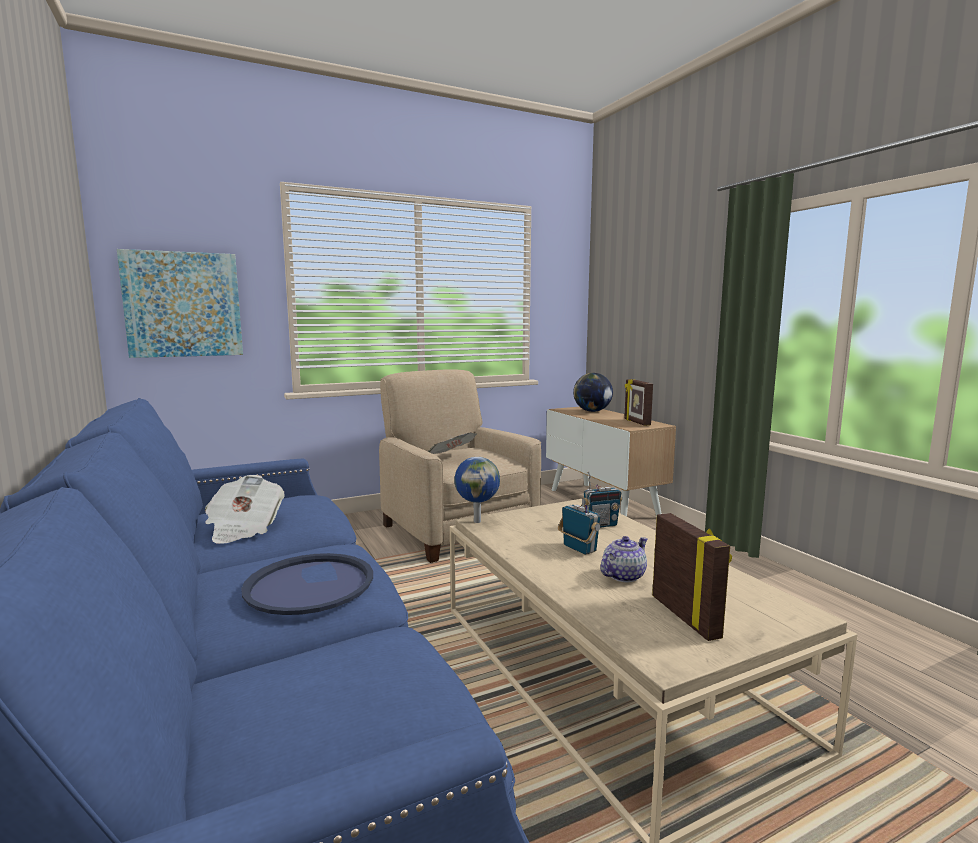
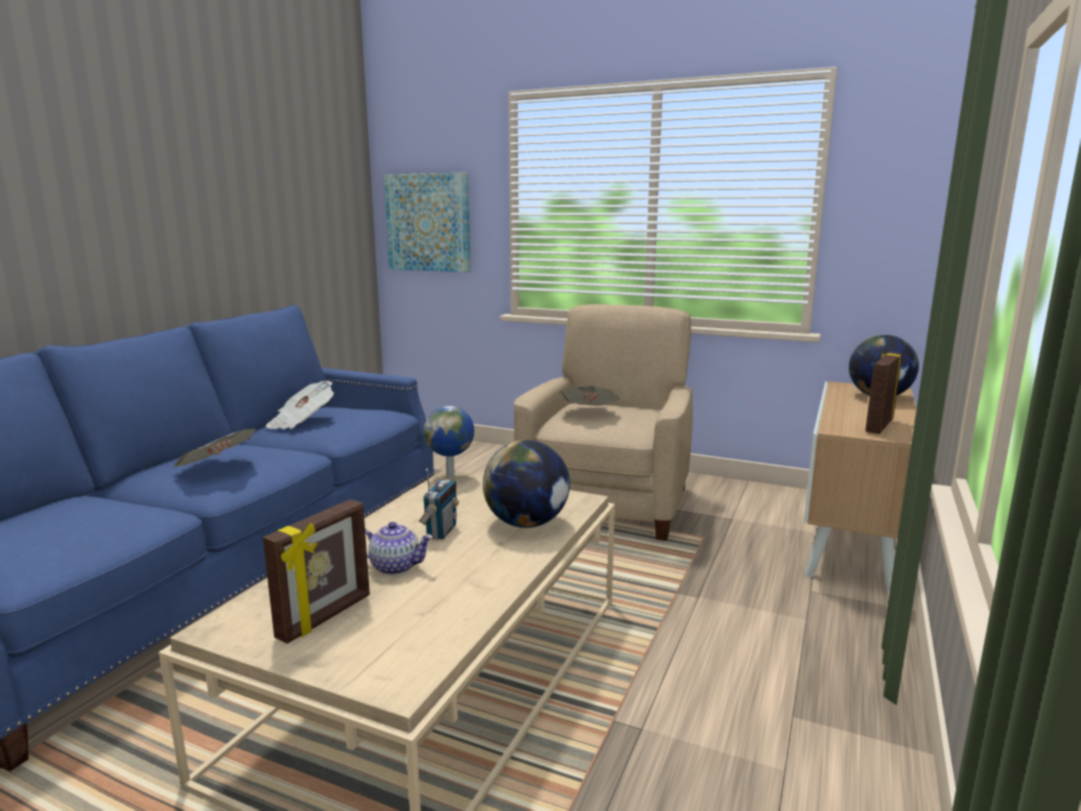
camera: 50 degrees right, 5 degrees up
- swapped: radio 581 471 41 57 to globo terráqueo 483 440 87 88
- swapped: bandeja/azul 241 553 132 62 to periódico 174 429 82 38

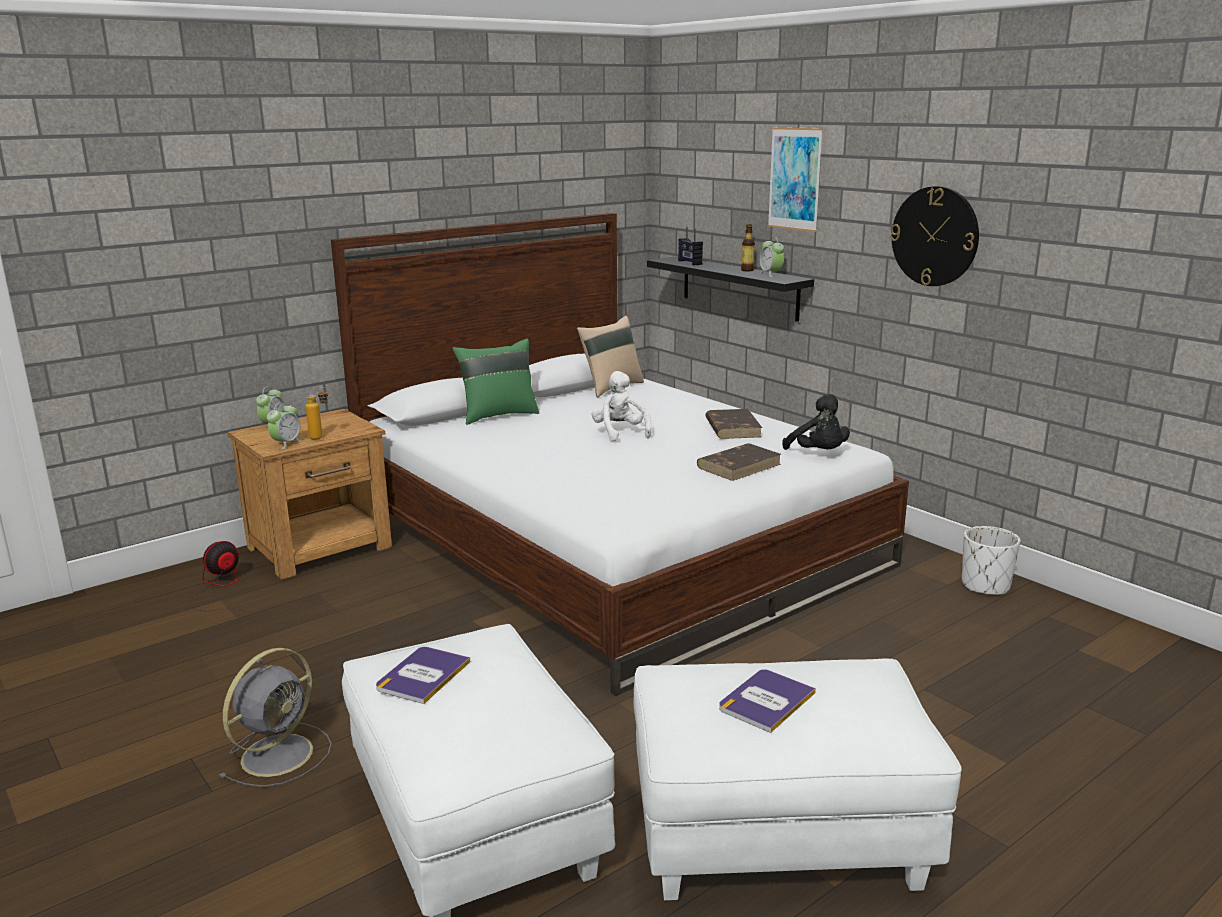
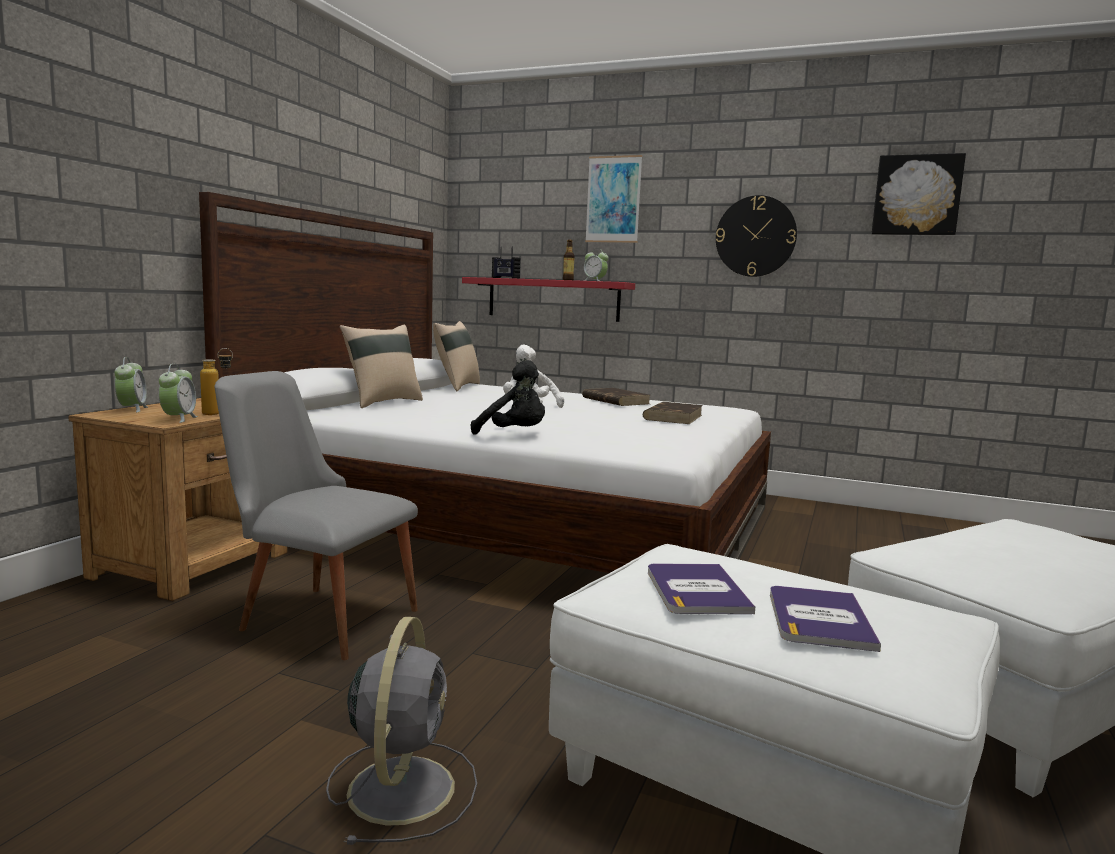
camera: 30 degrees left, 10 degrees down
- repainted: estante/negro 647 257 167 65 to estante/rojo 462 277 173 45
- repainted: cojín/verde 452 338 87 87 to cojín/beis 340 325 83 83
- shifted: peluche/negro 782 394 68 56 to 471 360 74 75
- gone: maceta/blanco 962 526 58 69
- gone: ventilador 185 541 63 73
- shifted: libro 719 669 97 64 to 770 586 111 66
- new: cuadro 872 153 94 82
- new: silla/gris 214 371 204 289

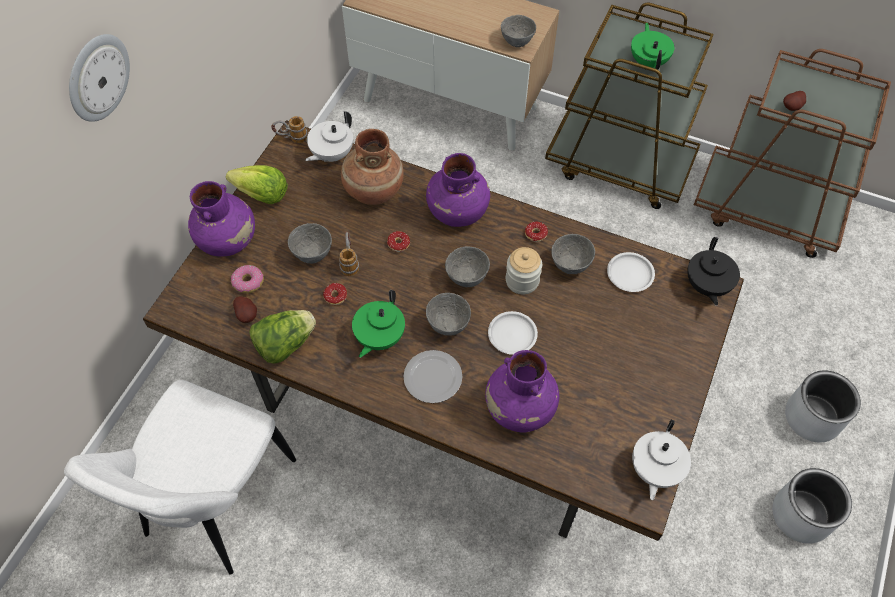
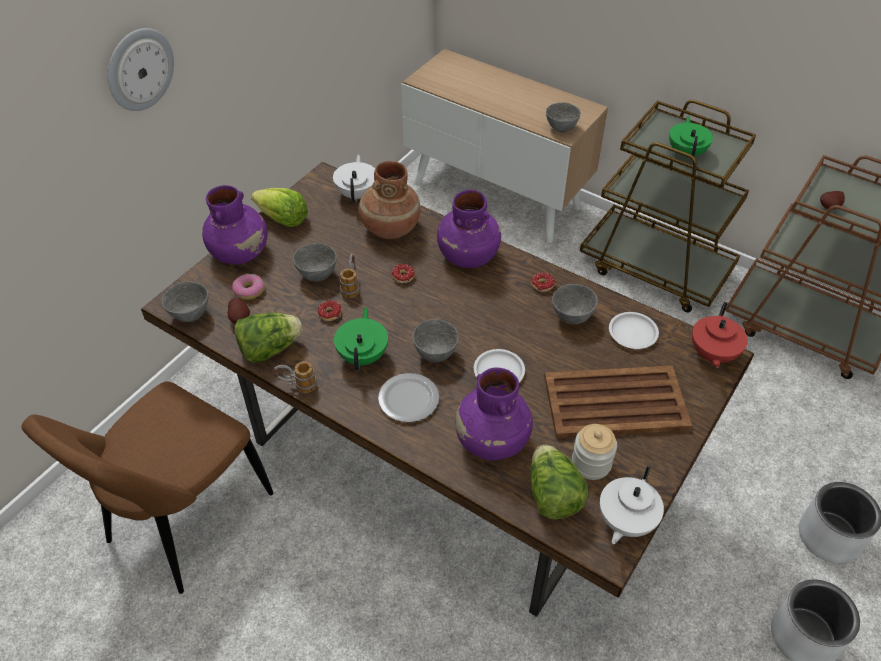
camera: 10 degrees right, 10 degrees down
- rotated: tetera/blanco 305 111 48 51 = 333 154 42 48 135 degrees clockwise
- shifted: taza grande 271 116 36 27 to 272 361 45 32
- repainted: tetera/negro 688 237 52 69 to tetera/rojo 692 302 56 66
- shifted: cuenco/gris 445 247 45 40 to 162 282 46 40
- shifted: tarro 506 247 36 47 to 572 424 45 56
- rotated: tetera/verde 352 290 53 68 = 334 307 54 64 150 degrees clockwise
- repainted: silla/blanco 64 380 232 195 to silla/marrón 21 381 252 213
- new: bandeja/marrón 544 365 148 73
- new: lechuga 530 445 59 75

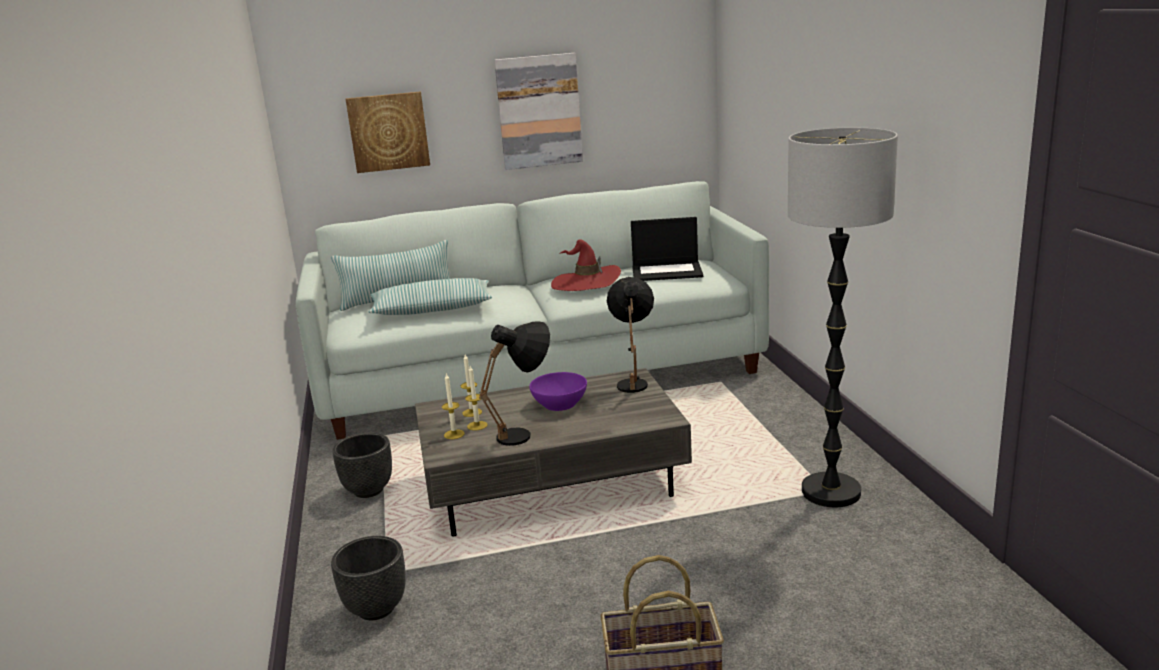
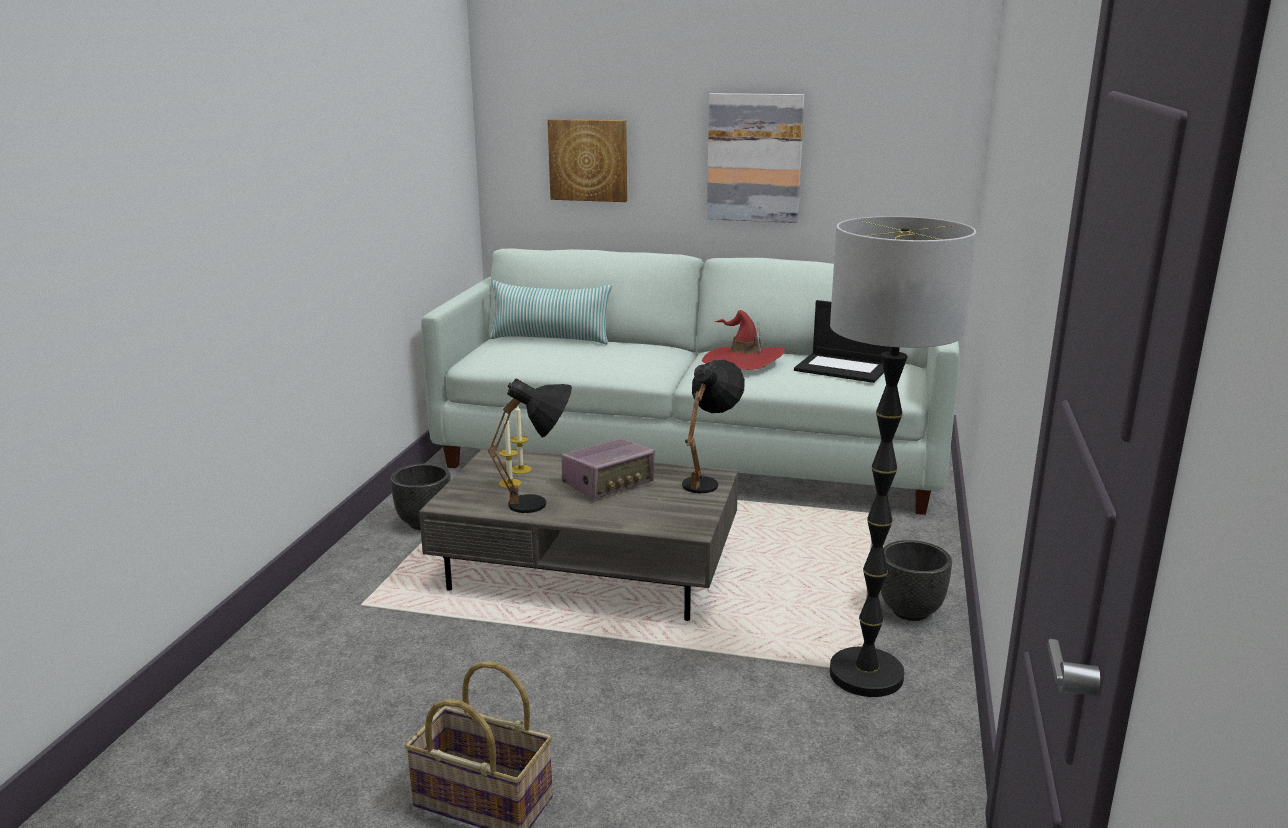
camera: 25 degrees right, 0 degrees up
- gone: cojín 369 278 123 37
- swapped: cuenco/morado 529 372 58 39 to radio 561 438 94 61
- gone: vela 442 374 23 65
- shifted: maceta/negro 331 536 75 84 to 881 540 71 81

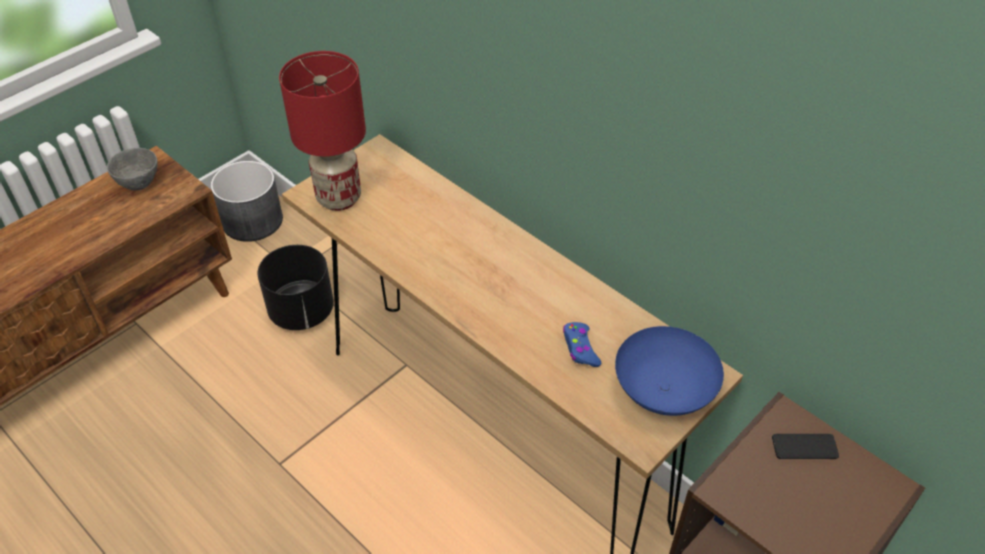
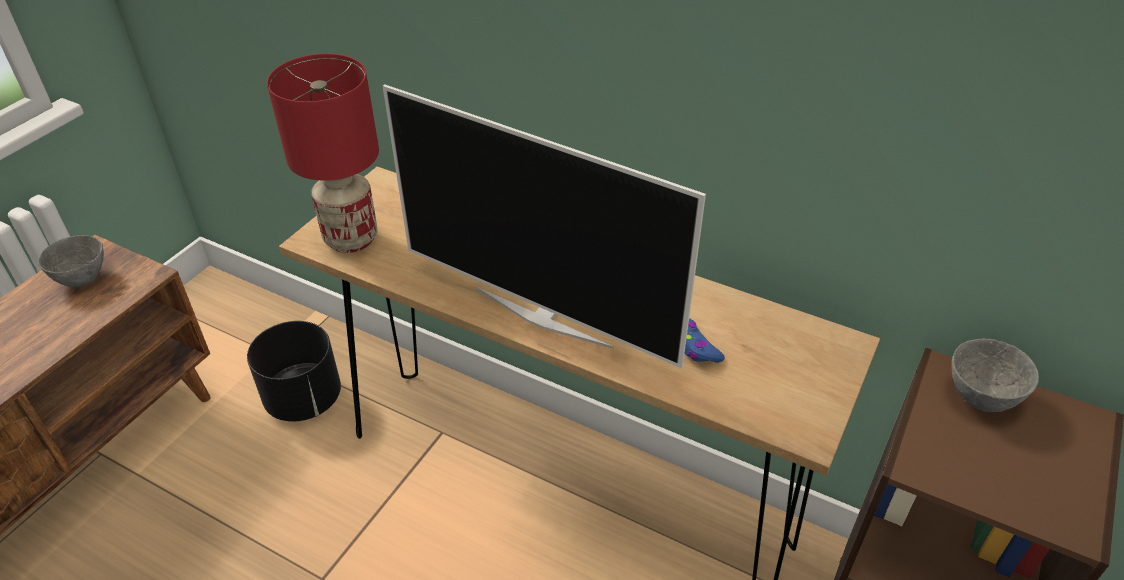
camera: 15 degrees left, 5 degrees down
- gone: maceta/gris 211 161 72 81
- gone: cuenco/azul 615 326 109 90
- swapped: móvil 772 434 67 25 to cuenco/gris 951 338 88 74
- new: televisor 383 84 323 284

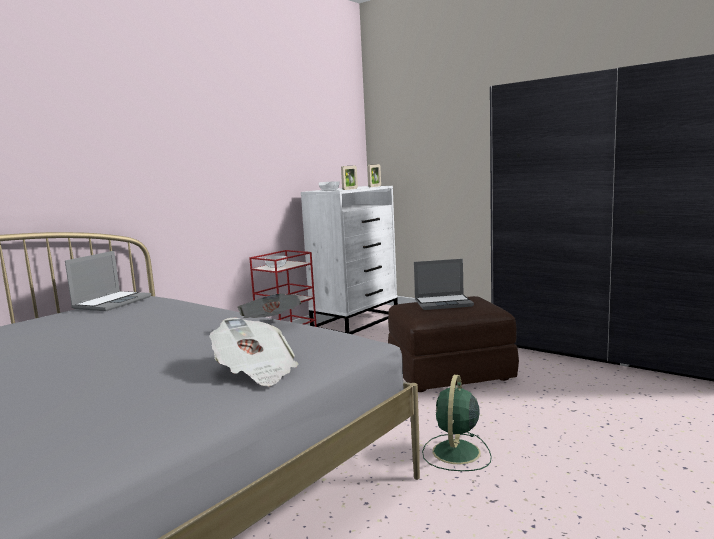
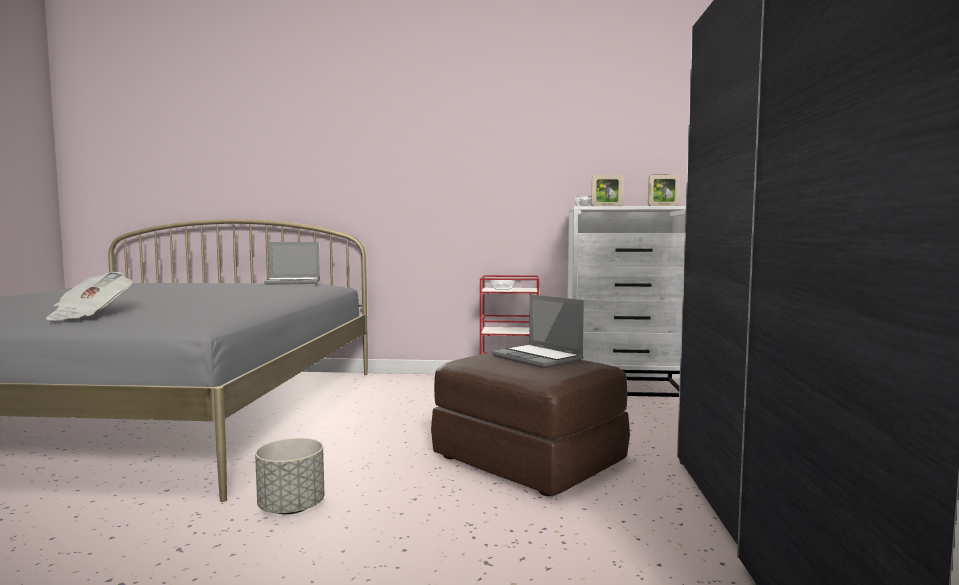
camera: 55 degrees right, 5 degrees down
- gone: periódico 237 294 64 24
- swapped: ventilador/verde 422 375 70 96 to maceta/gris 255 438 69 76

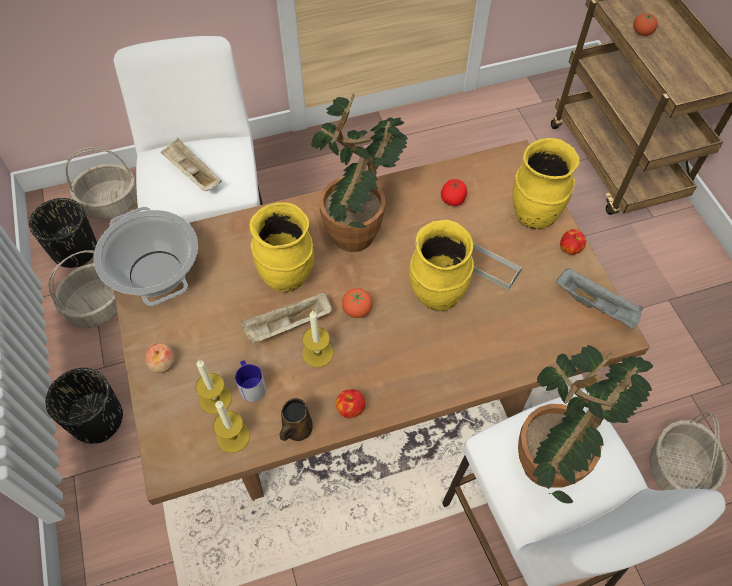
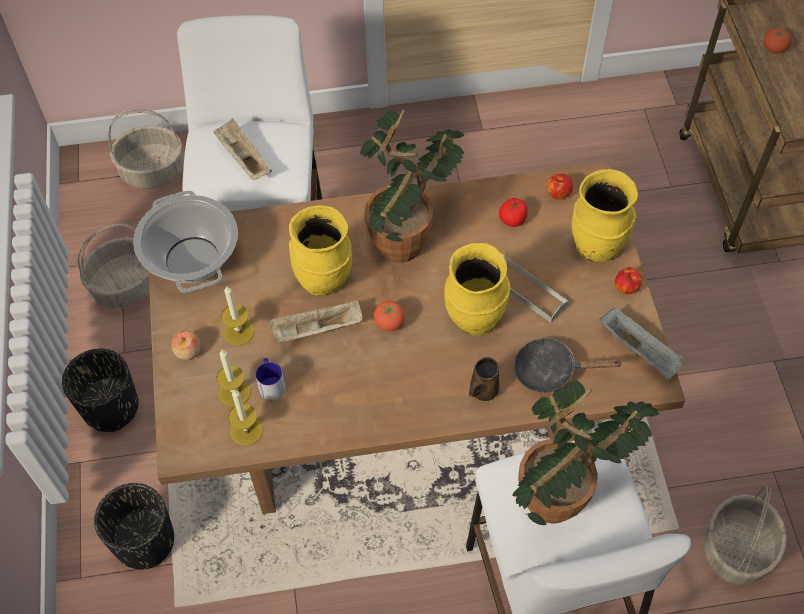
camera: 10 degrees right, 0 degrees up
- shifted: maceta/negro 29 198 68 70 to 94 483 80 86
- shifted: vela 302 310 31 57 to 221 287 34 58
- shifted: manzana 336 389 29 29 to 547 174 26 26
- shifted: taza grande/marrón 279 398 34 43 to 469 357 30 44
- new: sartén/negro 514 337 109 56

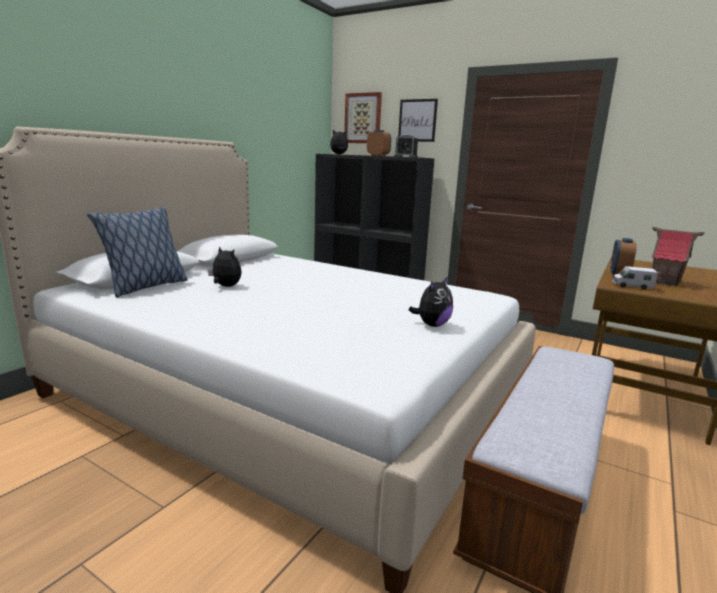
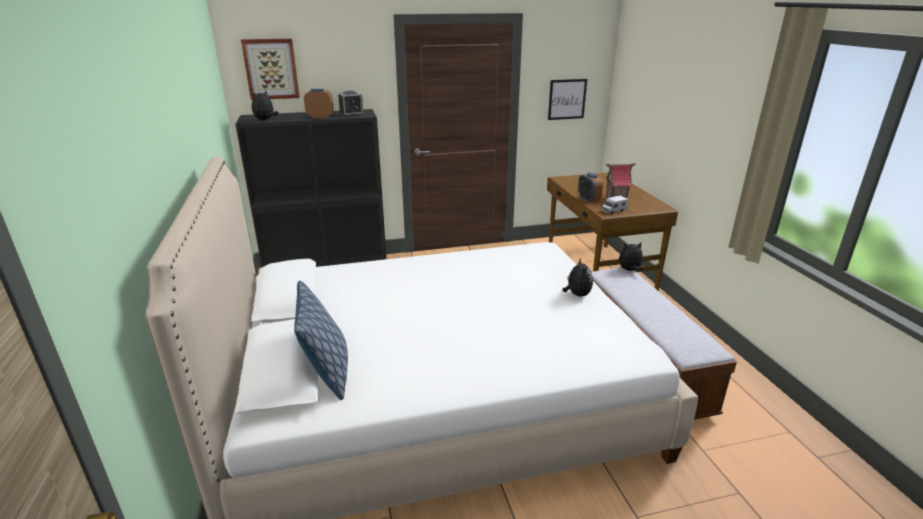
camera: 45 degrees left, 10 degrees up
- shifted: cuadro 398 99 40 43 to 548 79 39 41
- shifted: peluche 208 246 33 41 to 619 242 24 29

